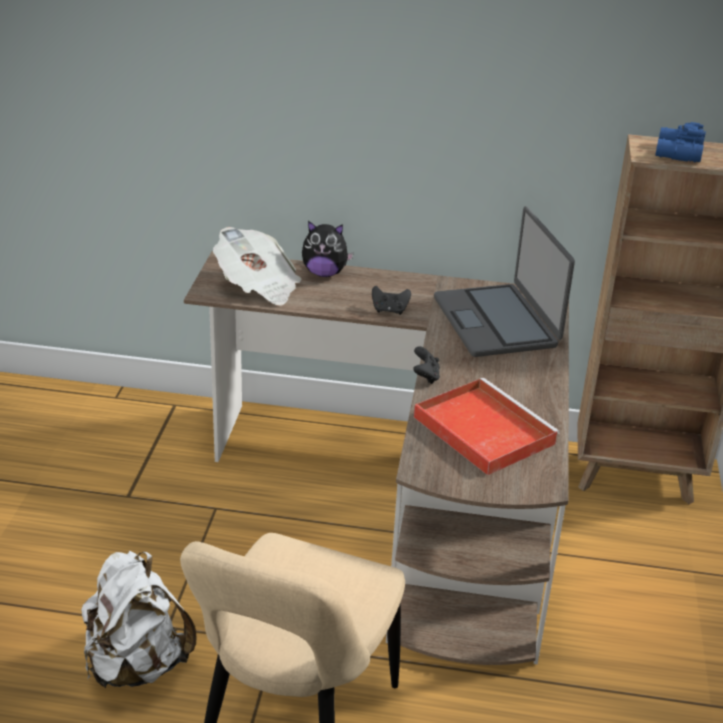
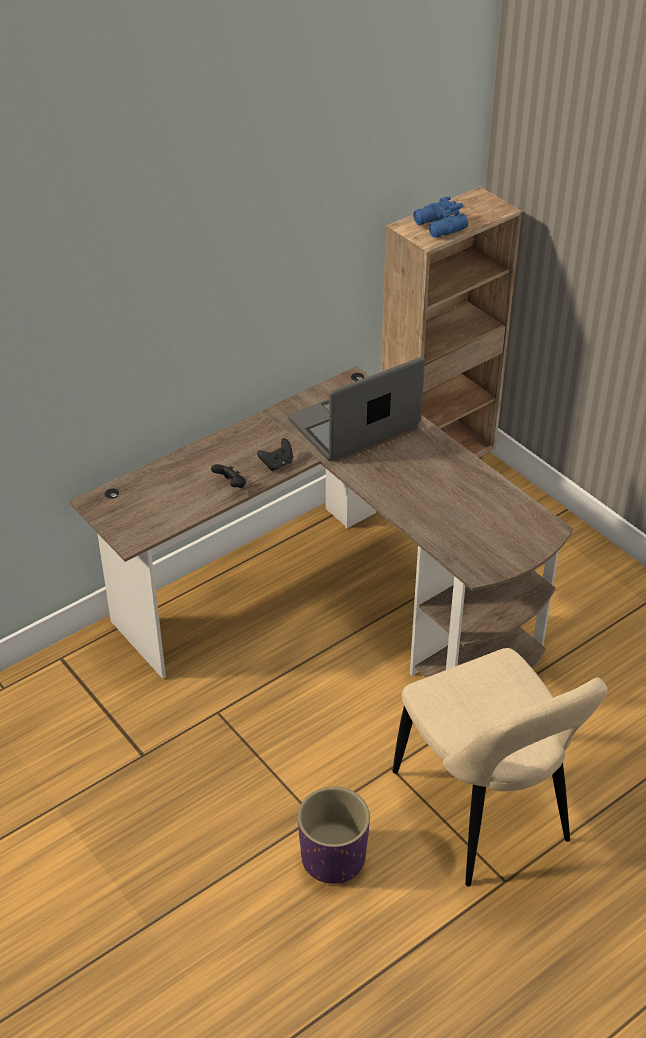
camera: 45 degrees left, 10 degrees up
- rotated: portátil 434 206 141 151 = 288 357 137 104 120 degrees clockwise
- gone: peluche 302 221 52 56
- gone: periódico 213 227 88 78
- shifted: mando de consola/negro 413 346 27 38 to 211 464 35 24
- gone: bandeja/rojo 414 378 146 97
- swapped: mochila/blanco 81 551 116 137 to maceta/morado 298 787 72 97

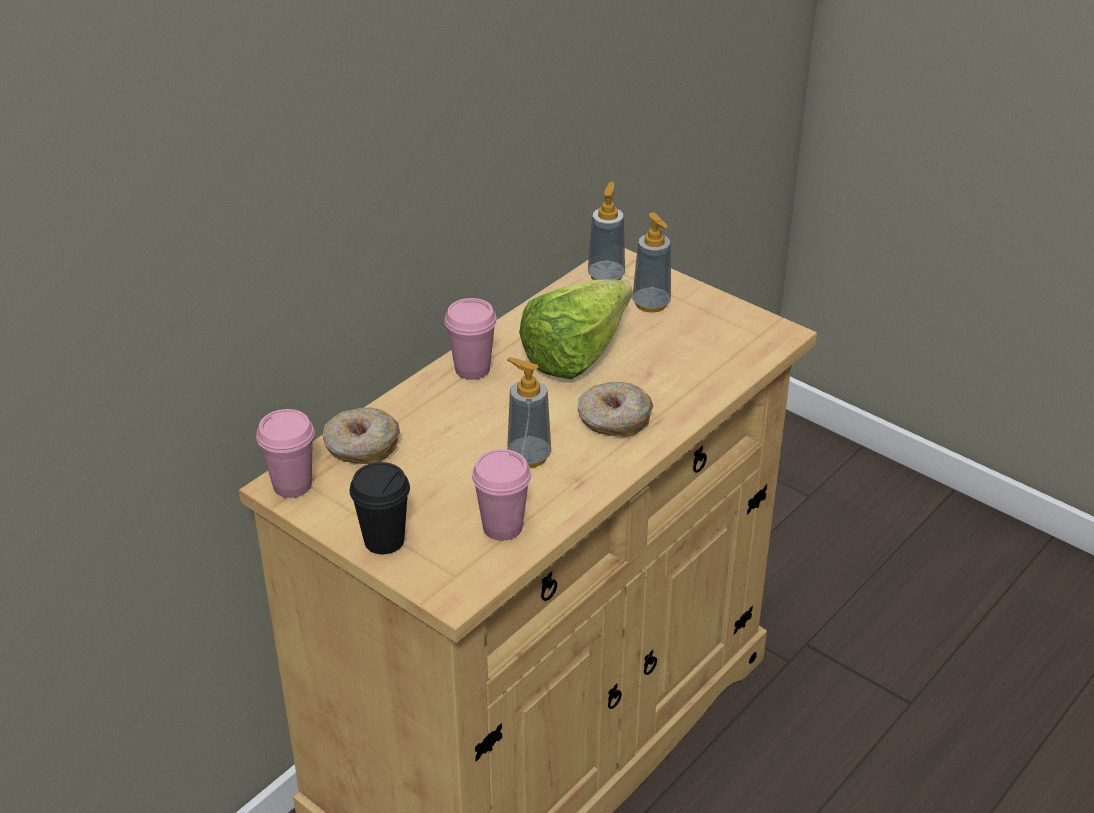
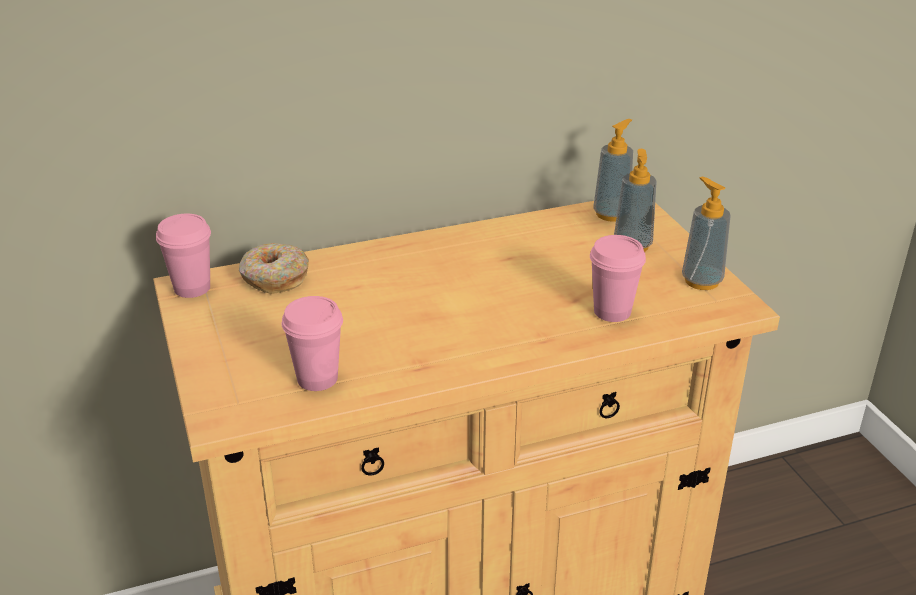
camera: 30 degrees right, 5 degrees down
- gone: lechuga 519 280 113 99
- shifted: taza/rosa 445 298 52 82 to 590 235 56 87
- shifted: dispensador de jabón 507 357 44 111 to 682 177 49 113
- gone: rosquilla 578 382 75 55
- gone: taza/negro 350 462 60 92

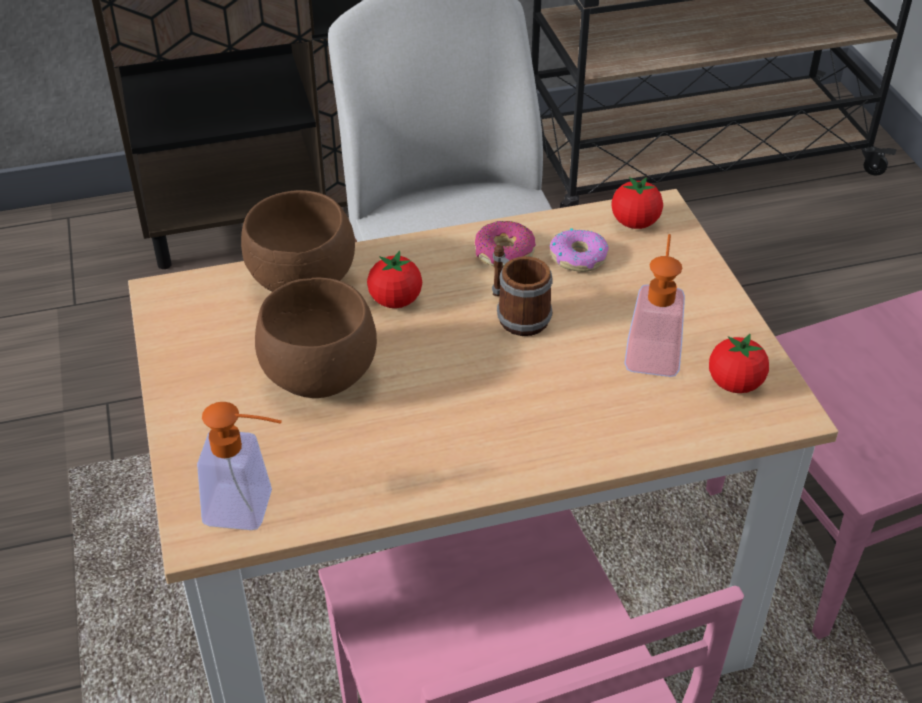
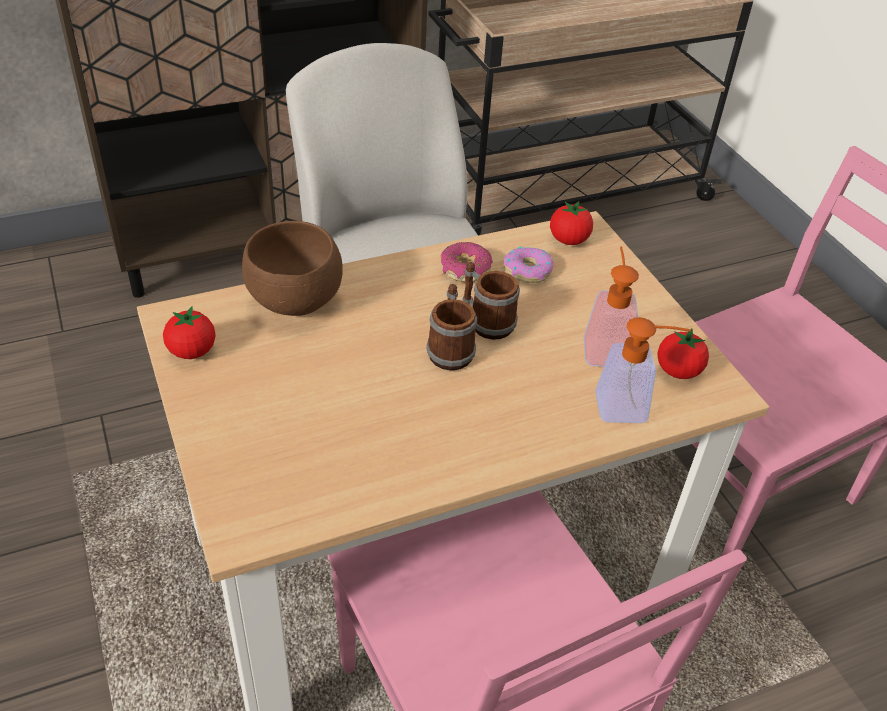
camera: 10 degrees left, 0 degrees up
- shifted: tomate 367 251 55 57 to 163 306 53 53
- gone: cuenco/marrón 255 278 122 120
- shifted: dispensador de jabón 197 402 85 128 to 595 317 96 106
- new: taza grande 426 284 51 87

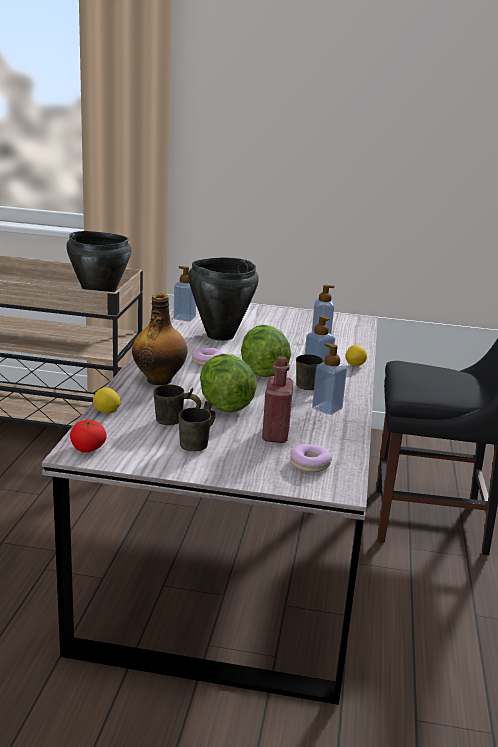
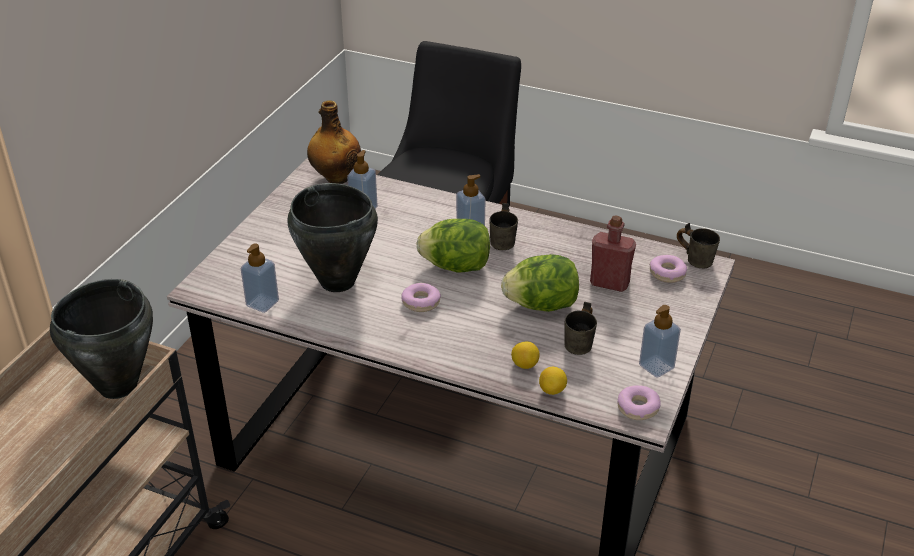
camera: 75 degrees left, 15 degrees up
- shifted: botella 132 294 55 91 to 307 100 54 84
- shifted: dispensador de jabón 312 343 35 72 to 639 305 42 73
- shifted: limón 345 345 22 21 to 511 341 29 28
- shifted: taza grande/gris 179 401 37 50 to 677 223 43 46
- swapped: tomate 70 420 37 33 to rosquilla 617 385 43 35

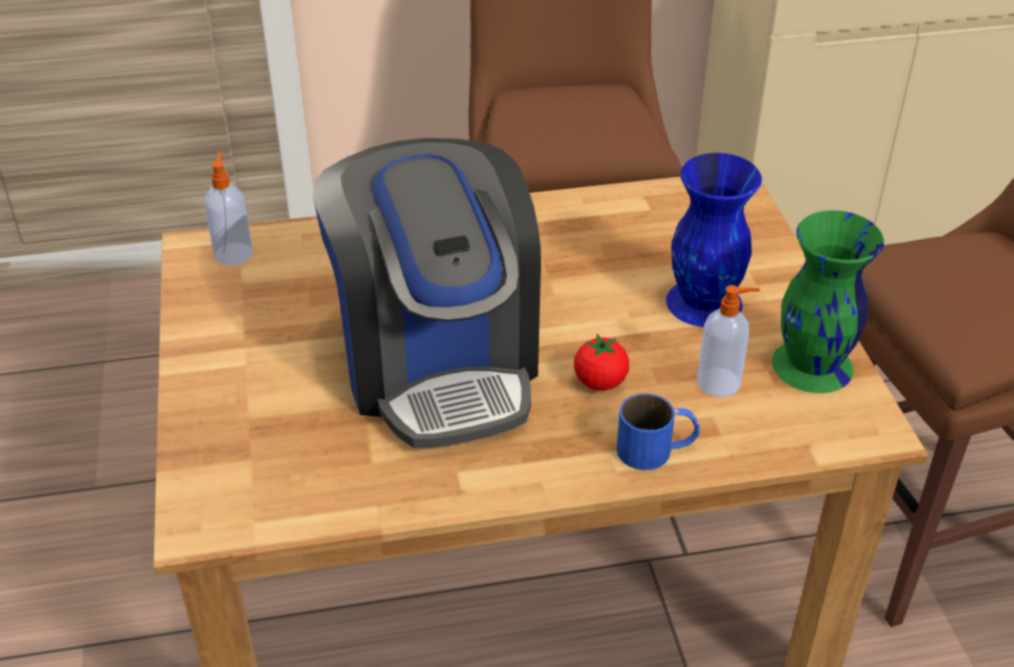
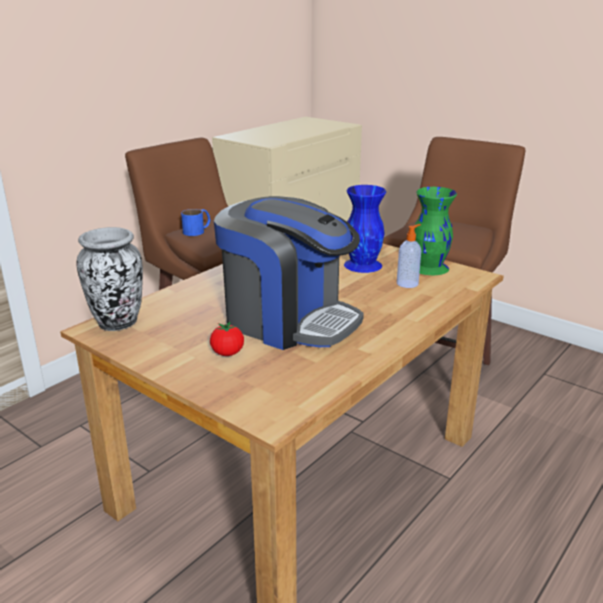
camera: 40 degrees left, 15 degrees down
- swapped: dispensador de jabón 204 151 49 114 to florero 77 227 66 104
- shifted: tomate 574 334 55 57 to 210 321 34 35
- shifted: taza grande/azul 616 393 84 77 to 181 209 29 27

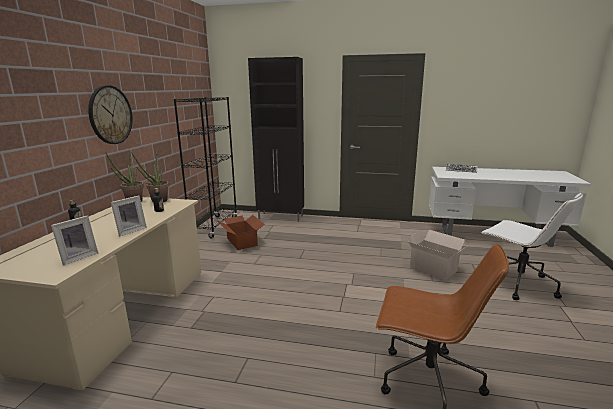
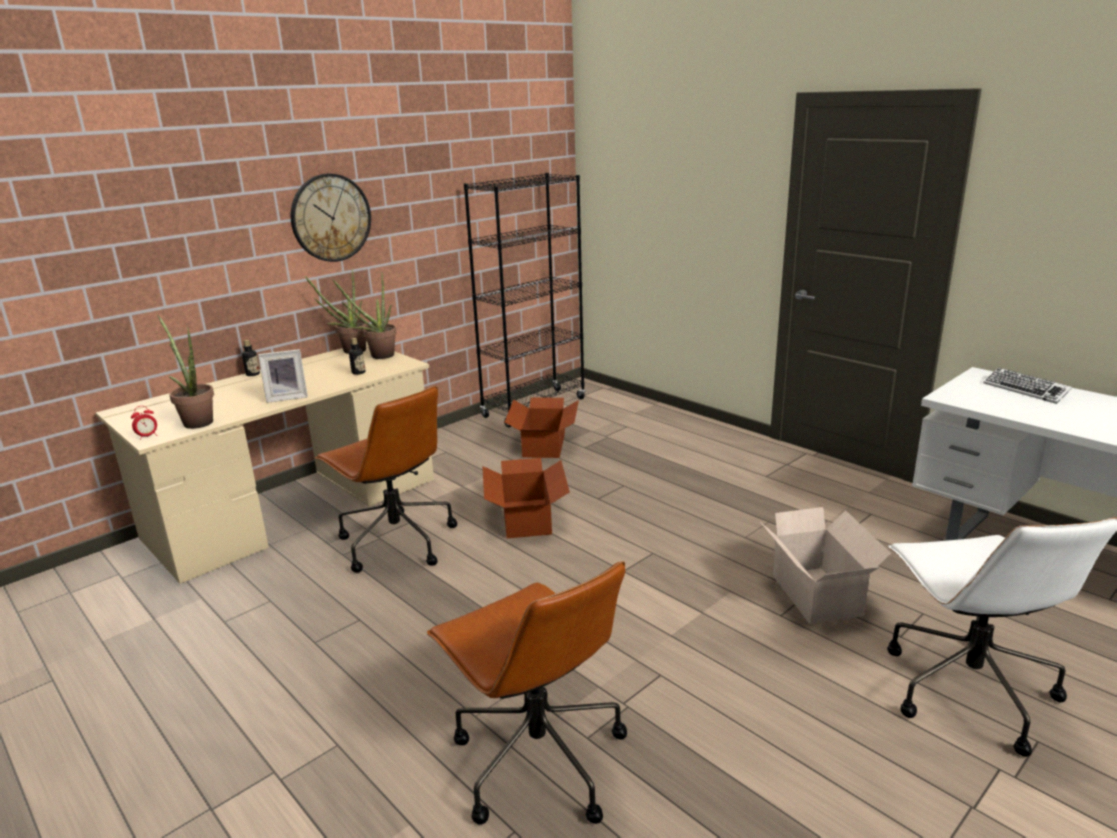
camera: 35 degrees right, 5 degrees up
- gone: armario/negro 248 57 56 165
- swapped: portarretratos 51 215 47 50 to planta en maceta 158 315 56 114
- new: silla de oficina/marrón 315 386 142 187
- new: despertador 131 406 26 34
- new: caja de cartón 482 458 88 80

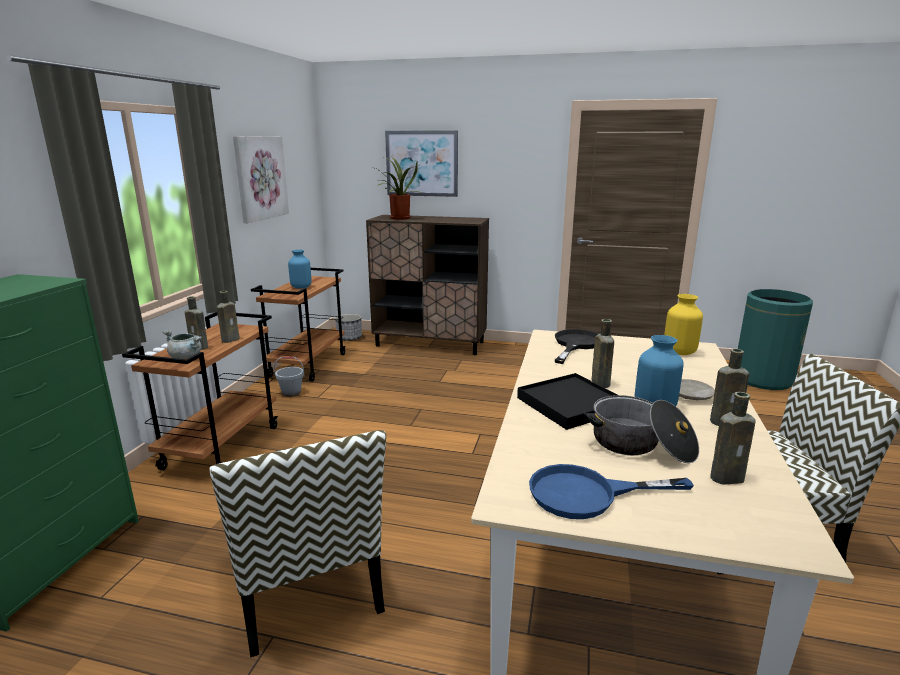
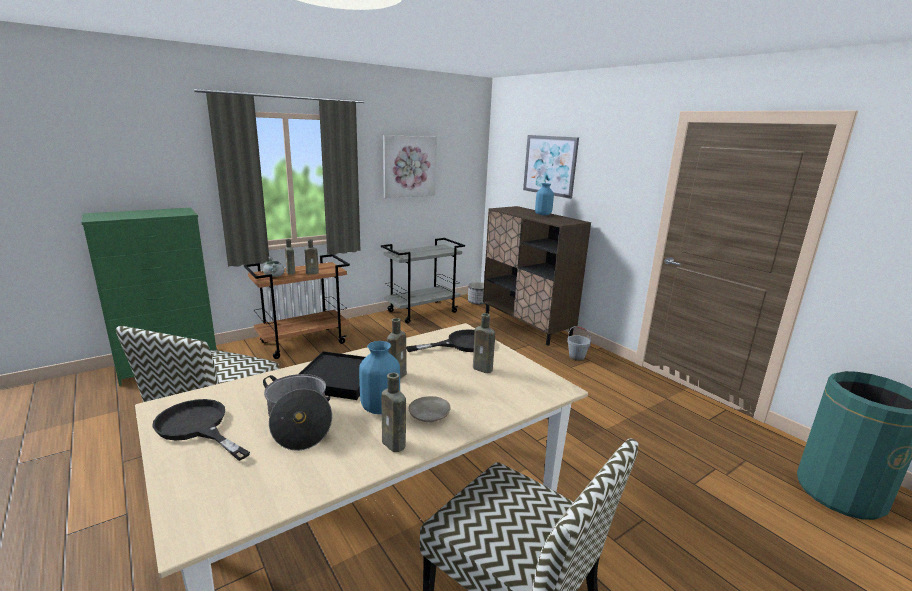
camera: 40 degrees right, 0 degrees up
- gone: planta en maceta 375 157 47 63
- shifted: florero/azul 288 250 24 39 to 535 183 19 32
- repainted: carrito/marrón 251 268 95 114 to carrito/gris 381 238 84 85
- gone: florero/amarillo 664 294 39 61
- shifted: cubo/gris 274 356 30 41 to 567 326 24 35
- shifted: botella/marrón 710 392 46 93 to 473 313 22 60
- repainted: sartén/azul 529 464 165 55 to sartén/negro 152 399 98 62

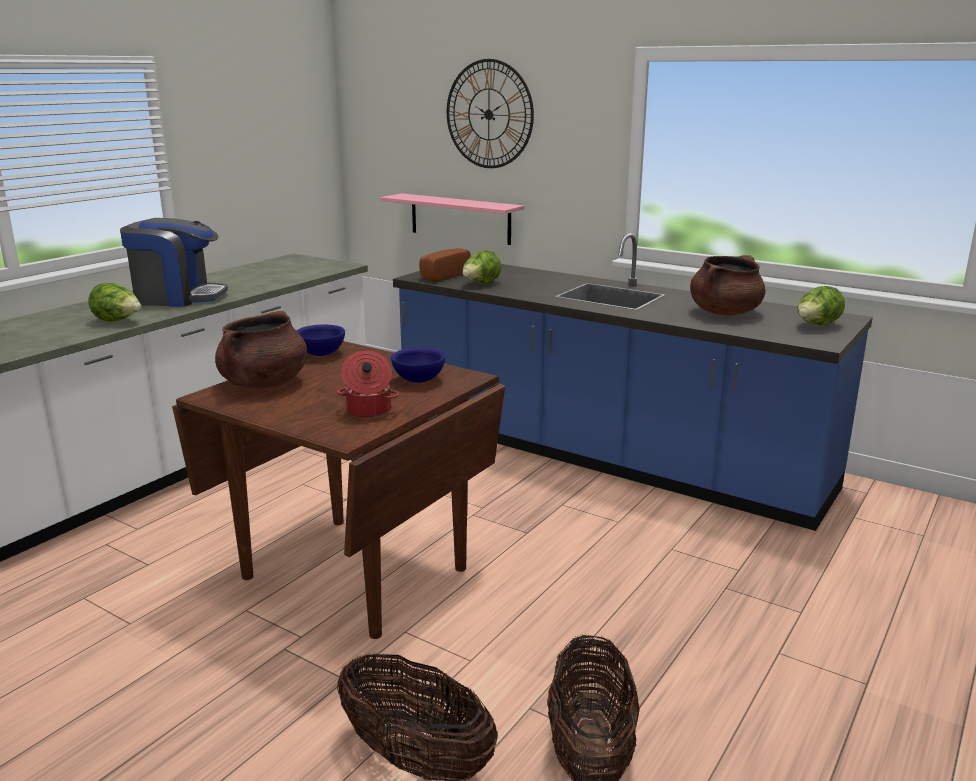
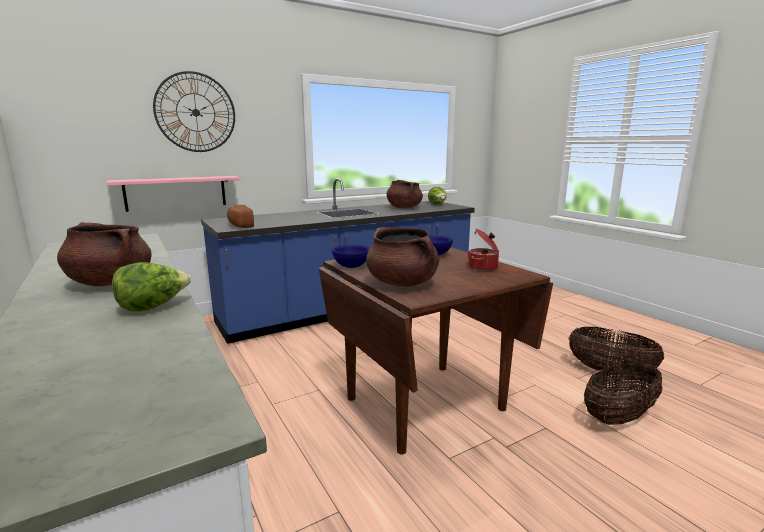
camera: 65 degrees left, 5 degrees down
- swapped: cafetera 120 218 108 89 to olla/marrón 57 222 94 64
- gone: lechuga 462 250 40 34

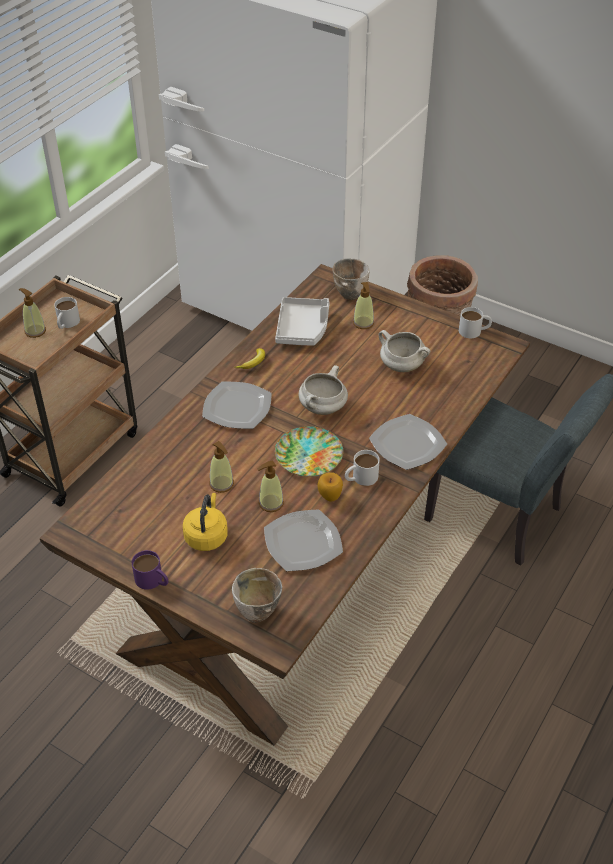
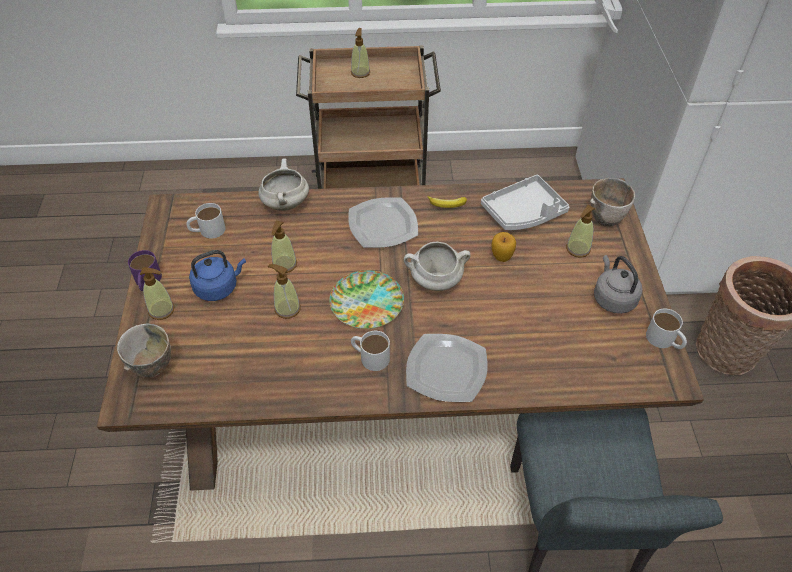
camera: 55 degrees right, 5 degrees up
- shifted: taza grande/blanco 54 297 26 32 to 186 203 40 36
- shifted: olla/blanco 379 330 51 42 to 258 158 51 53
- shifted: manzana 317 473 26 29 to 491 232 25 30
- repainted: hervidor/amarillo 183 493 45 58 to hervidor/azul 189 250 57 51
- gone: plato 264 509 79 62
- new: hervidor/gris 594 255 49 59
- new: dispensador de jabón 140 267 35 53

